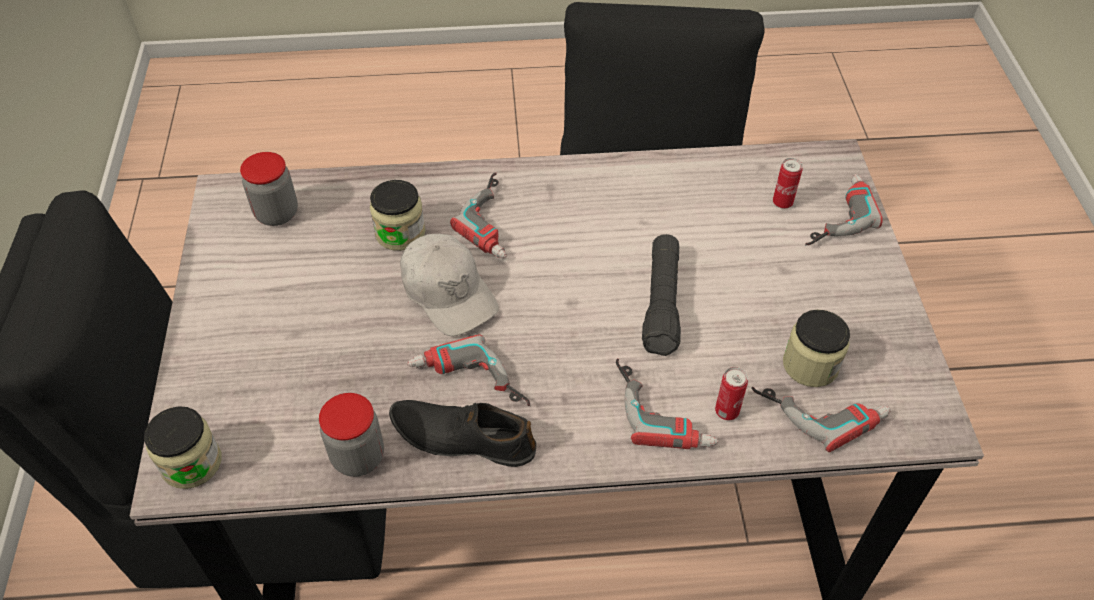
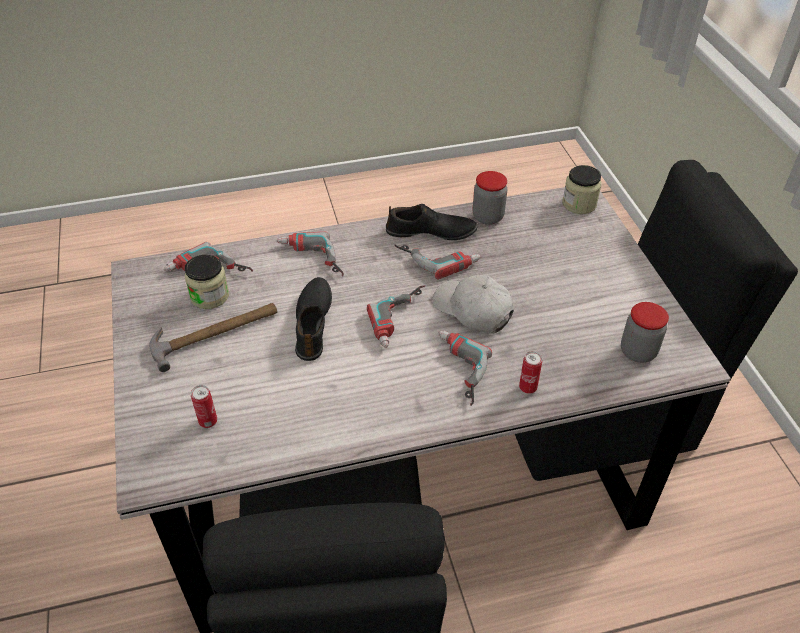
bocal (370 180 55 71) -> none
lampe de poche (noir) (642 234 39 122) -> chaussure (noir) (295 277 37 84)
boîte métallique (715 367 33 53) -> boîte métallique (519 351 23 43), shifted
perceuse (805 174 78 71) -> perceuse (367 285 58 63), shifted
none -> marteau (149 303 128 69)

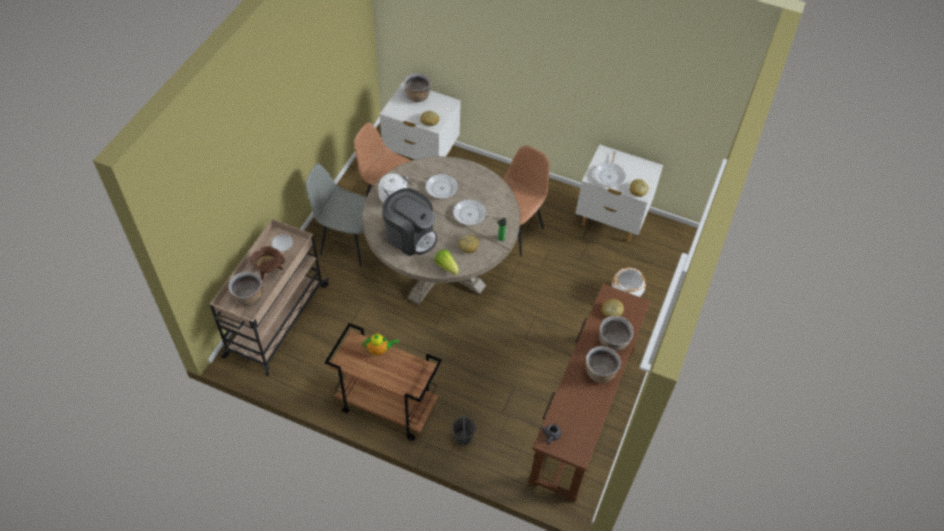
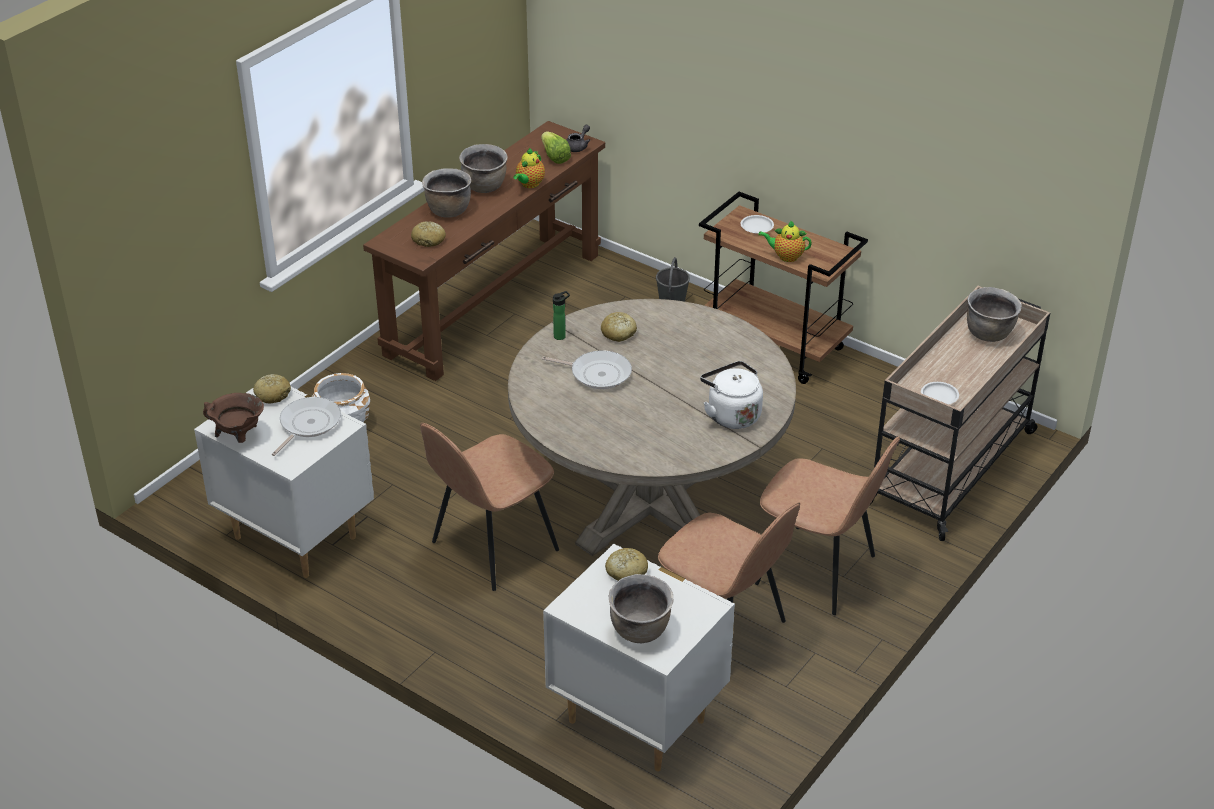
marmite (marron) (250 246 35 34) -> marmite (marron) (203 393 61 50), shifted
chaise (gris) (306 164 60 103) -> chaise (marron) (755 436 145 179)
machine à café (382 188 55 68) -> none
poêle (411 174 47 25) -> none
laitue (434 249 25 26) -> laitue (541 131 30 33), shifted
none -> théière (513 148 32 40)
none -> assiette (blanc) (741 215 33 19)

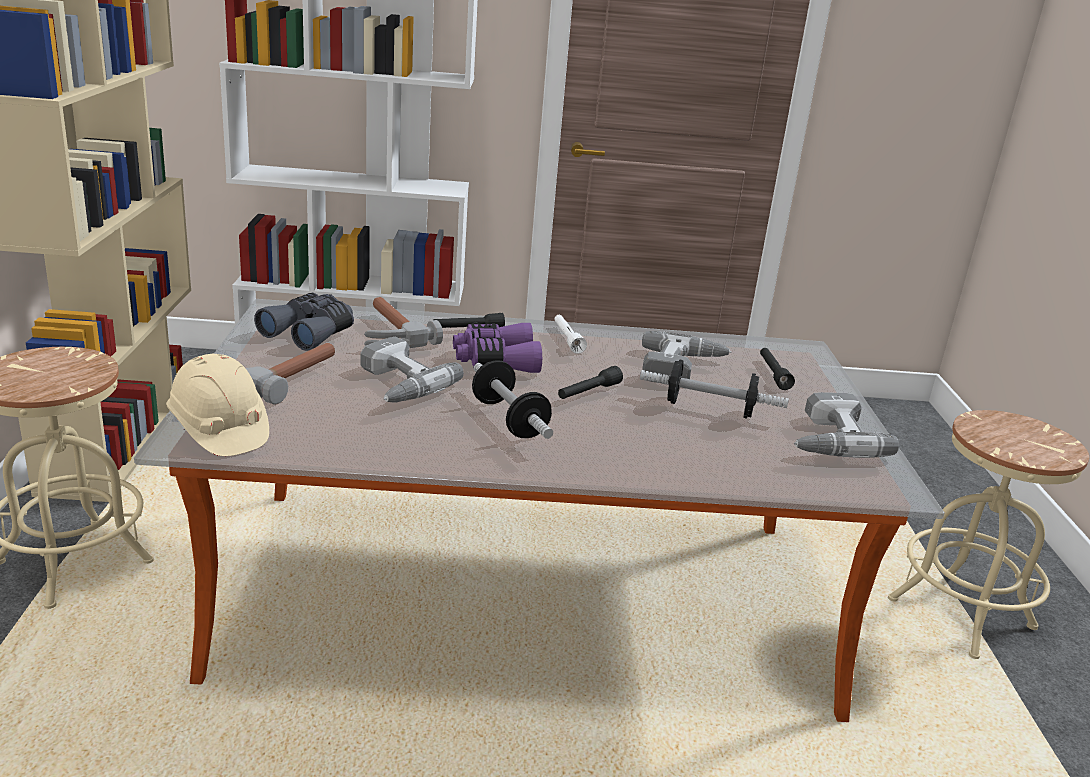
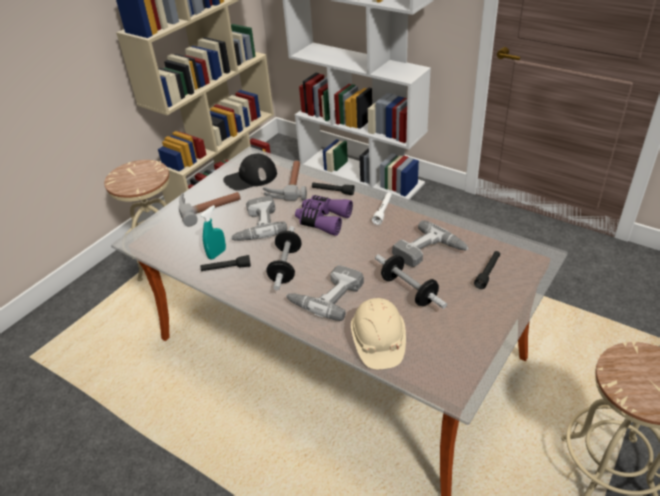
casque de chantier (beige) (166 354 103 102) -> casque de chantier (beige) (351 298 55 71), shifted
jumelles (gris) (254 293 100 58) -> casquette (noir) (223 153 54 38)
lampe de poche (noir) (558 366 65 33) -> lampe de poche (noir) (200 255 51 16), shifted
perceuse (794 392 105 66) -> perceuse (286 265 78 56), shifted
none -> vaporisateur (turquoise) (200 205 26 54)

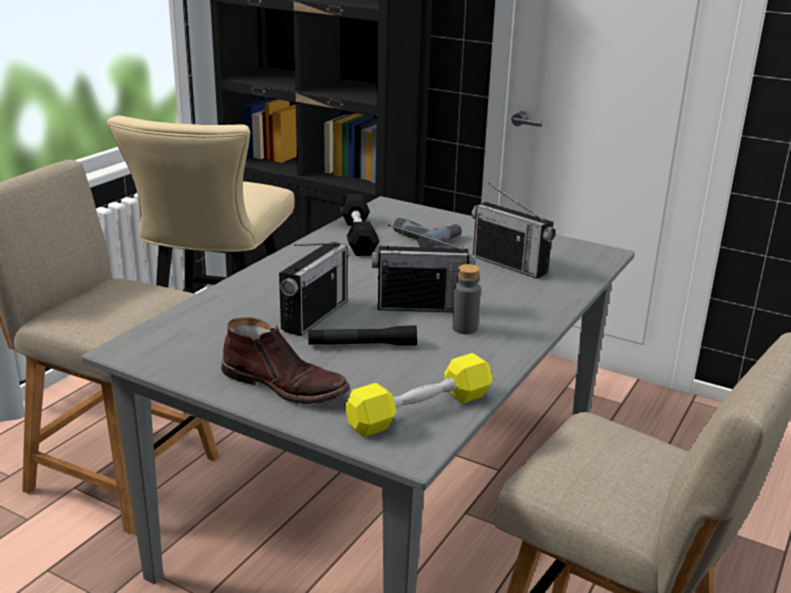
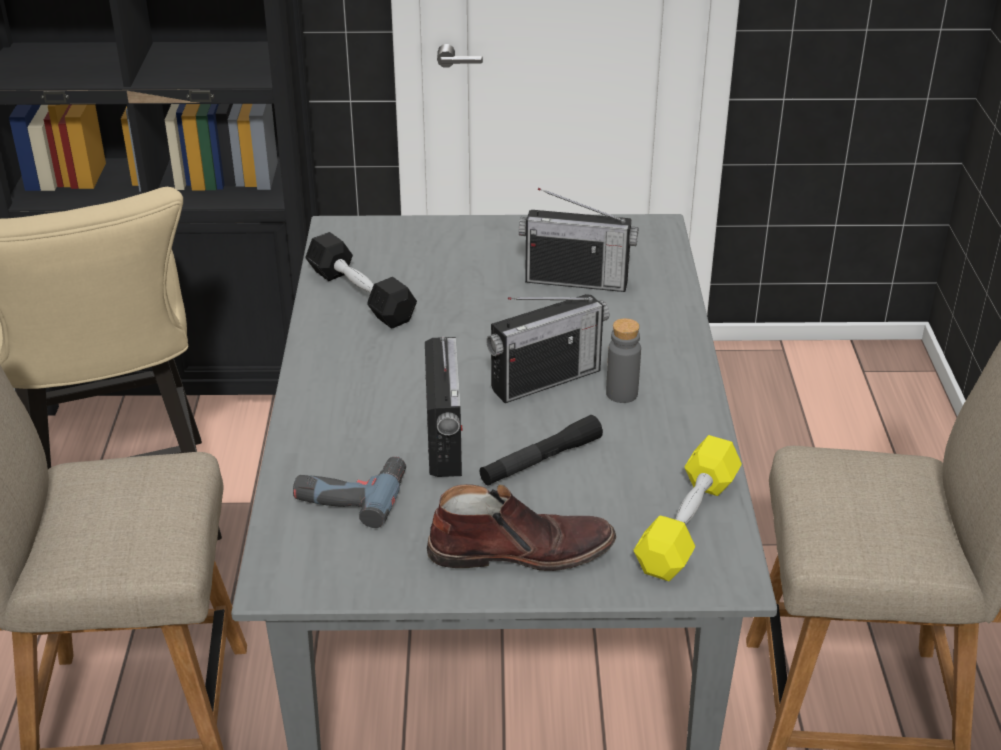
perceuse (393 218 69 30) -> perceuse (293 457 113 71), shifted

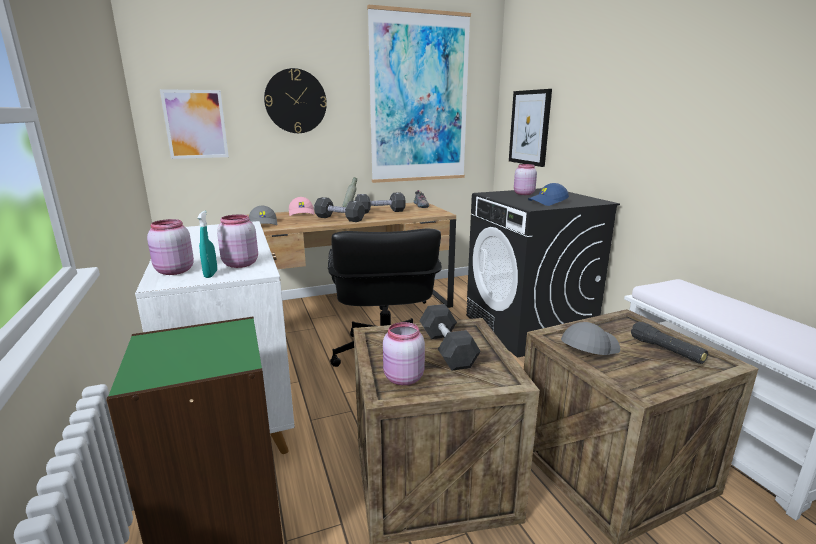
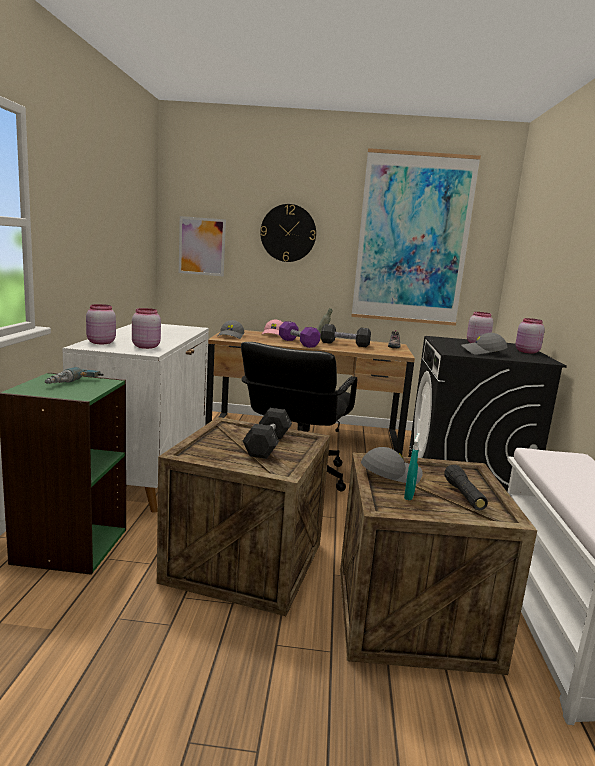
vaporisateur (turquoise) (198 211 19 67) -> vaporisateur (turquoise) (404 433 16 67), shifted
haltère (noir) (314 197 51 25) -> haltère (violet) (279 321 41 27)
bocal (rose) (383 322 42 63) -> bocal (rose) (516 318 29 36), shifted
tableau (509 89 43 78) -> none
casquette (bleu) (528 183 41 23) -> casquette (gris) (461 333 46 22)
none -> perceuse (45 367 59 17)

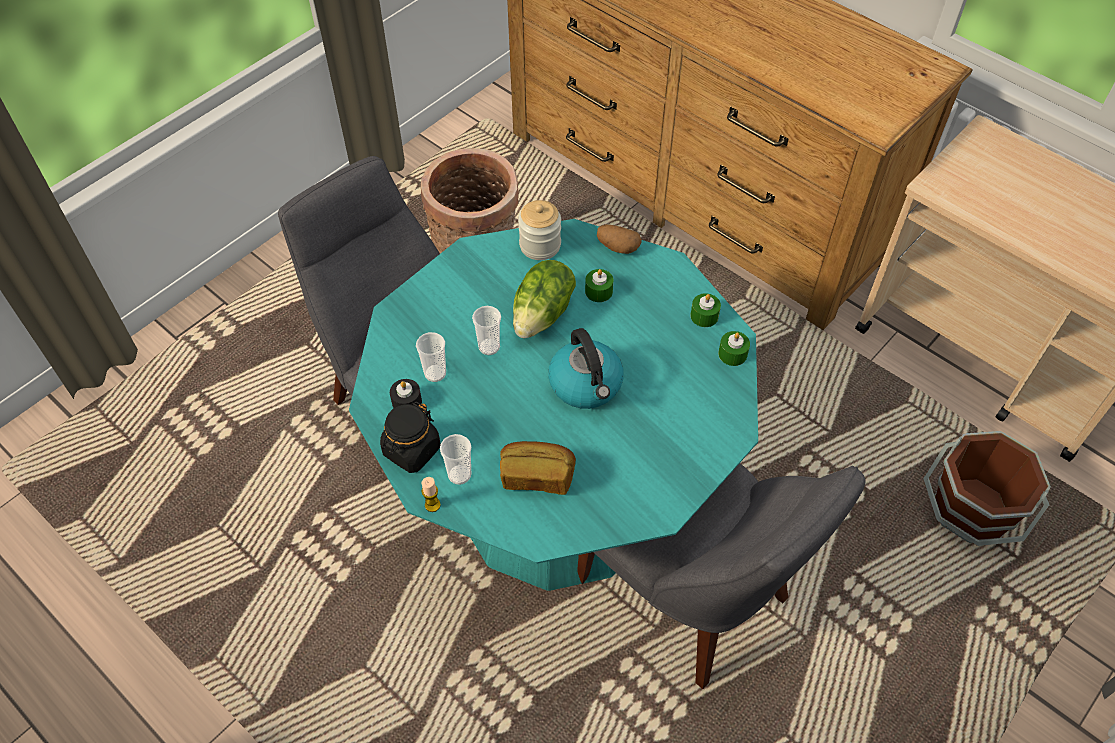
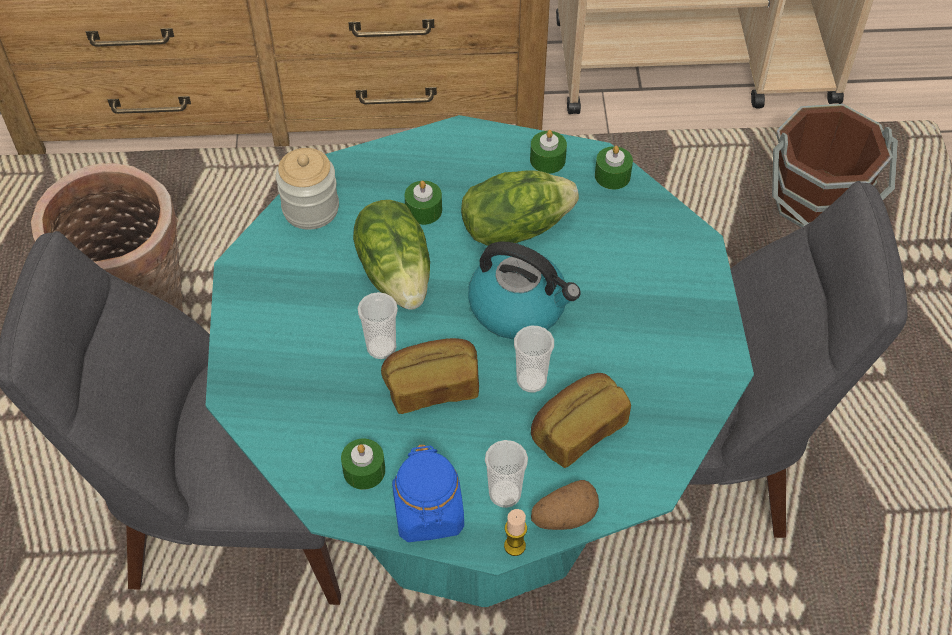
bocal (noir) (380 402 61 71) -> bocal (bleu) (392 445 72 97)
bougie (noir) (390 379 32 29) -> bougie (vert) (341 439 44 51)
tasse (416 332 30 50) -> tasse (514 326 40 66), shifted
pomme de terre (597 224 45 30) -> pomme de terre (531 480 68 50), shifted
none -> pain (381 338 98 76)
none -> laitue (461 170 118 76)

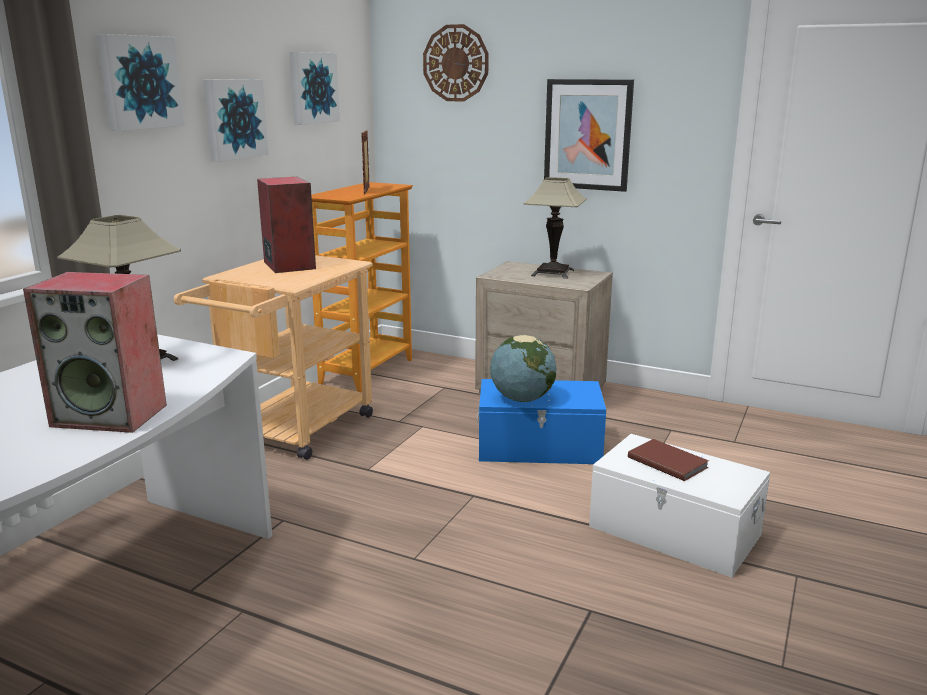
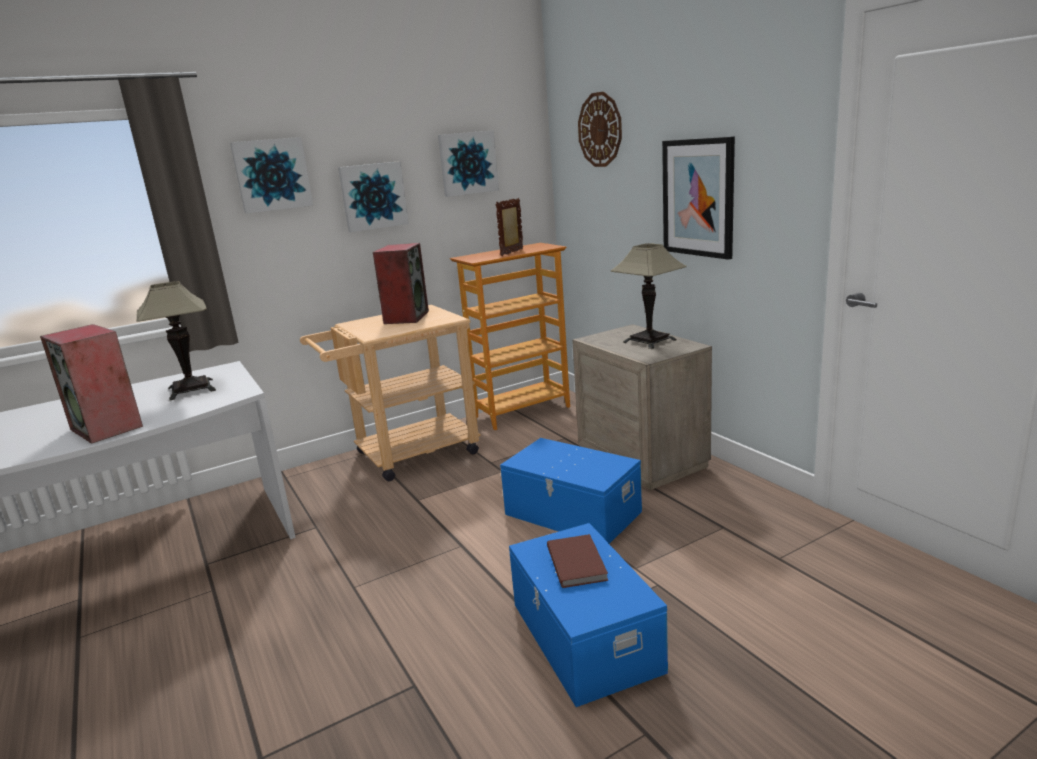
globe (490 335 67 67) -> none
boîte de rangement (blanc) (589 434 181 144) -> boîte de rangement (bleu) (509 523 159 184)

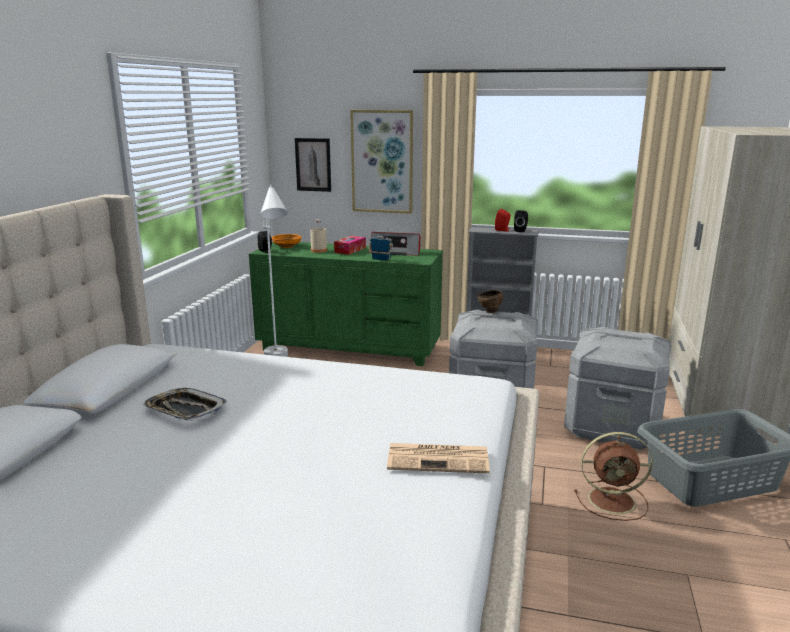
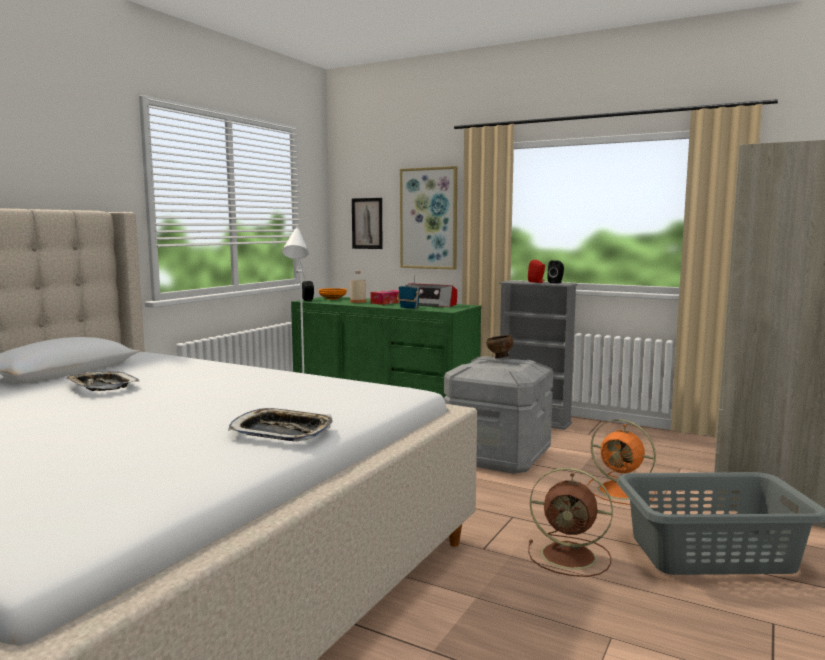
journal (387 443 103 31) -> plateau (228 408 105 33)
boîte de rangement (gris) (564 327 107 123) -> ventilateur (orange) (588 419 68 86)

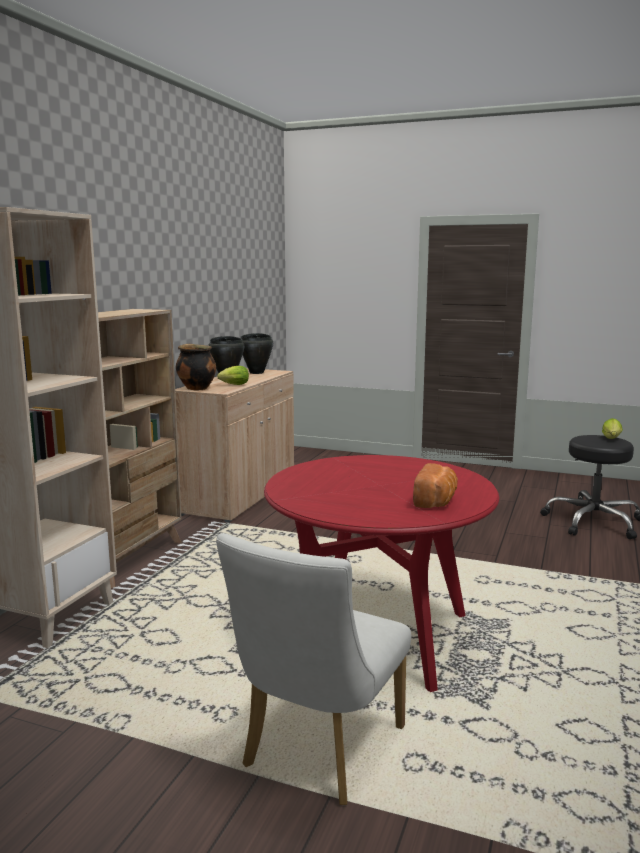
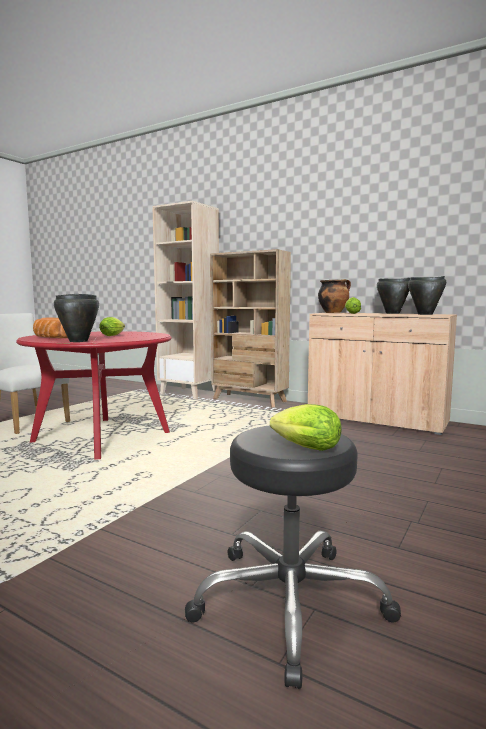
none -> marmite (noir) (54 294 45 48)
none -> laitue (99 317 26 19)

